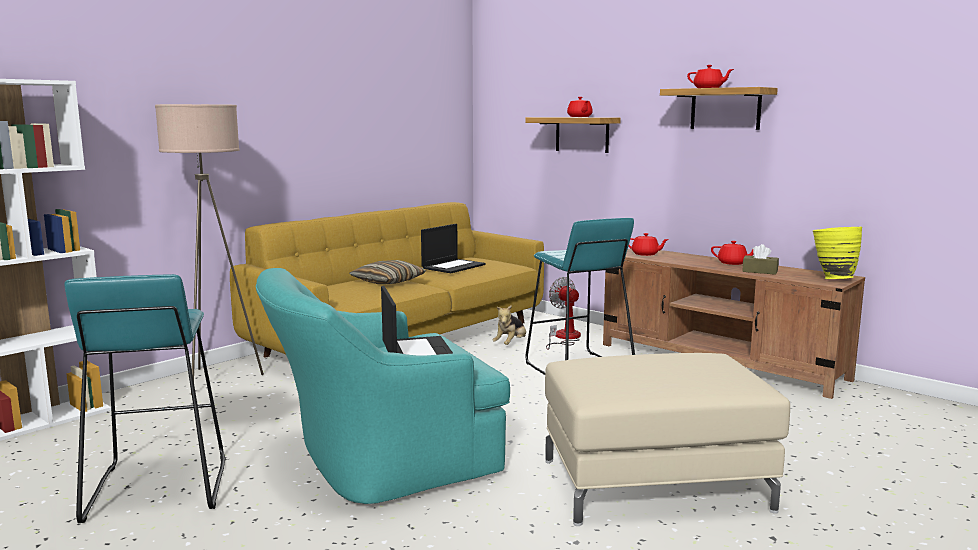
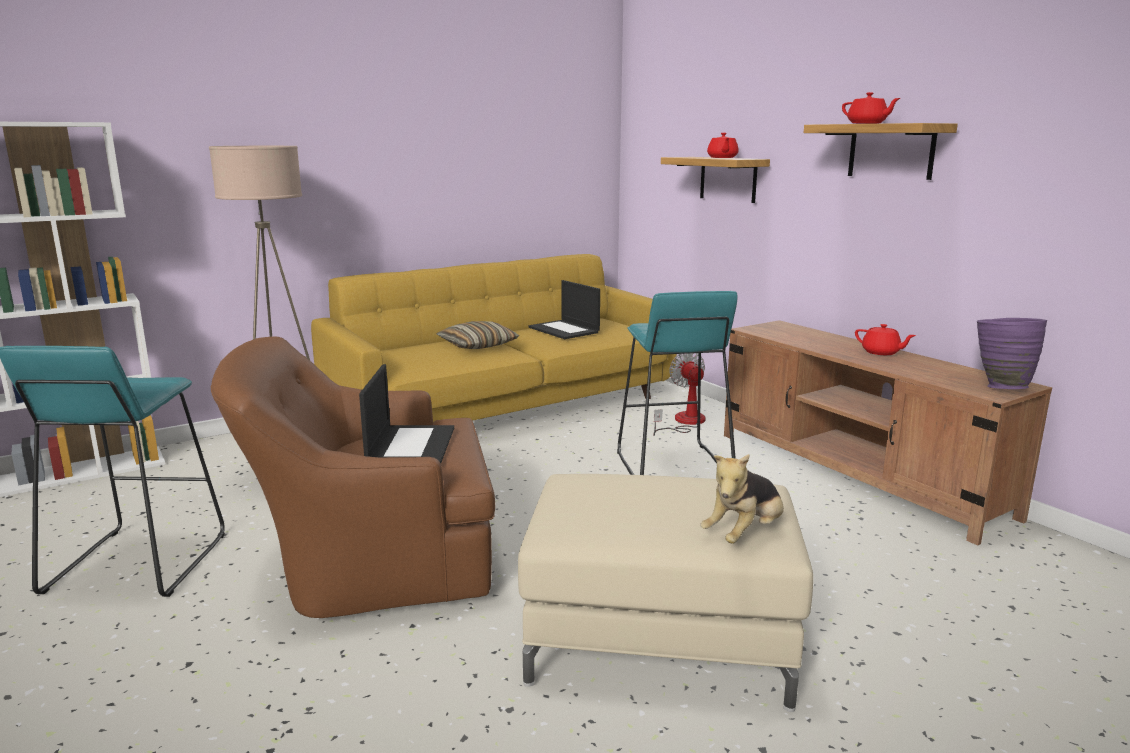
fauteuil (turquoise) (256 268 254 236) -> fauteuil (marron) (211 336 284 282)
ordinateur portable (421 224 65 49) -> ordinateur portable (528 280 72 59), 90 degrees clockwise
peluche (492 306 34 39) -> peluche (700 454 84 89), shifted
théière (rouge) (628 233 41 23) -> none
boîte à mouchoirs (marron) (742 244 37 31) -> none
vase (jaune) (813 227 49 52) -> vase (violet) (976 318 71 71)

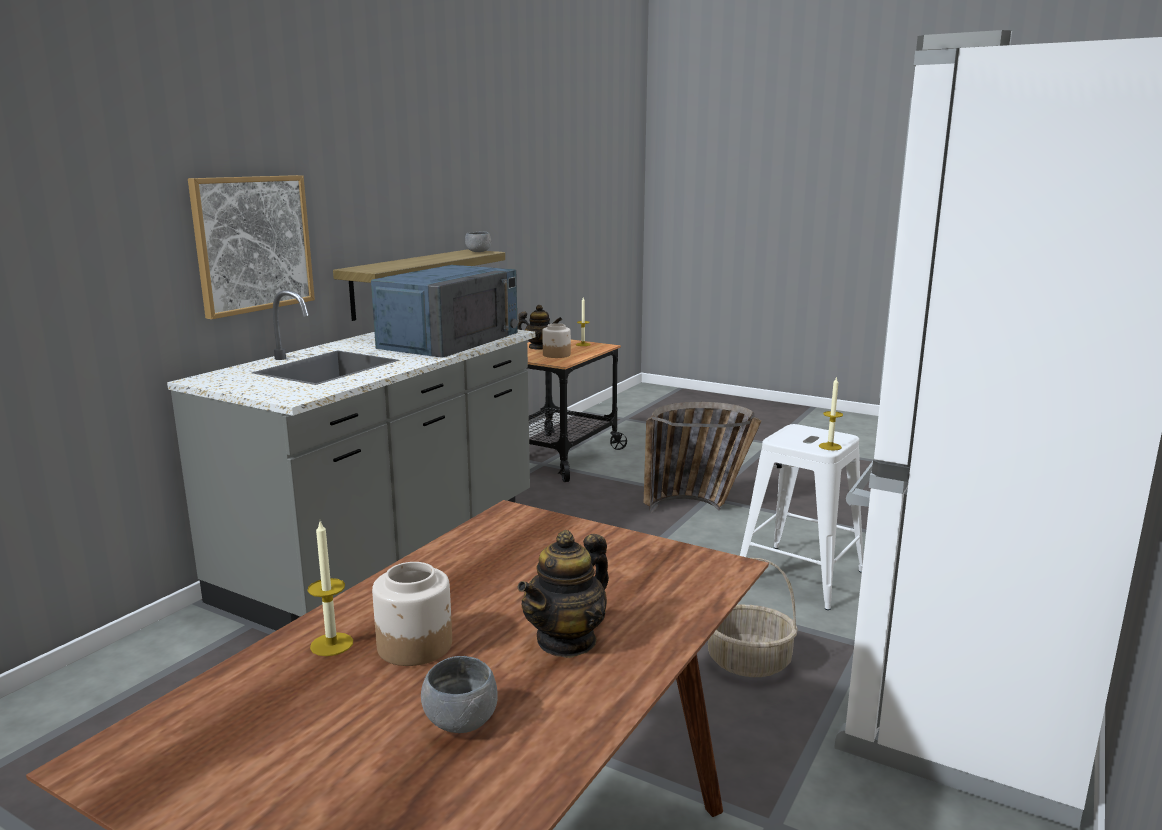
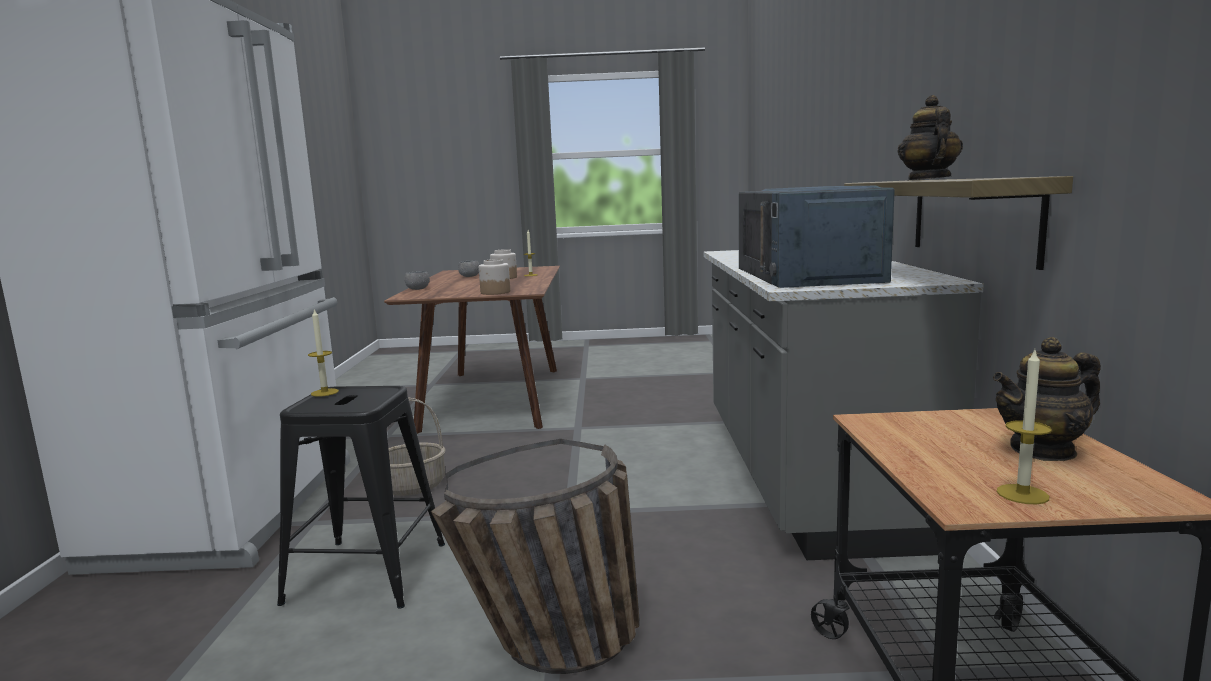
tableau (188 175 127 144) -> none
bol (gris) (465 231 26 21) -> bol (gris) (405 271 25 19), shifted
théière (517 530 92 128) -> théière (897 95 66 86), shifted
bocal (542 323 29 35) -> bocal (479 259 31 36), shifted
tabouret (blanc) (740 424 123 186) -> tabouret (noir) (277 386 168 223)

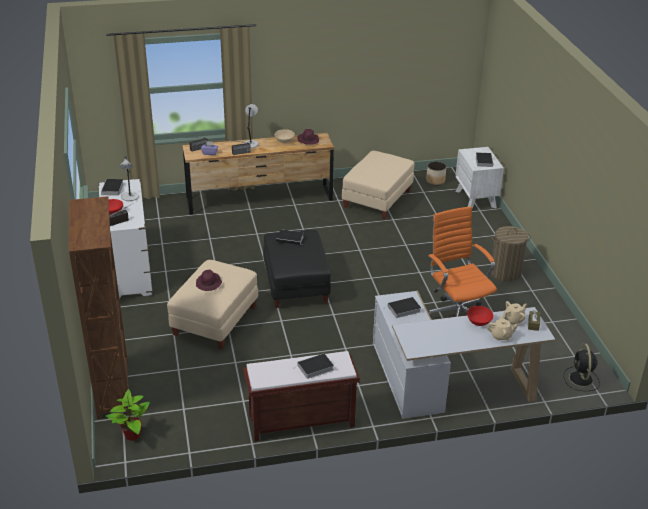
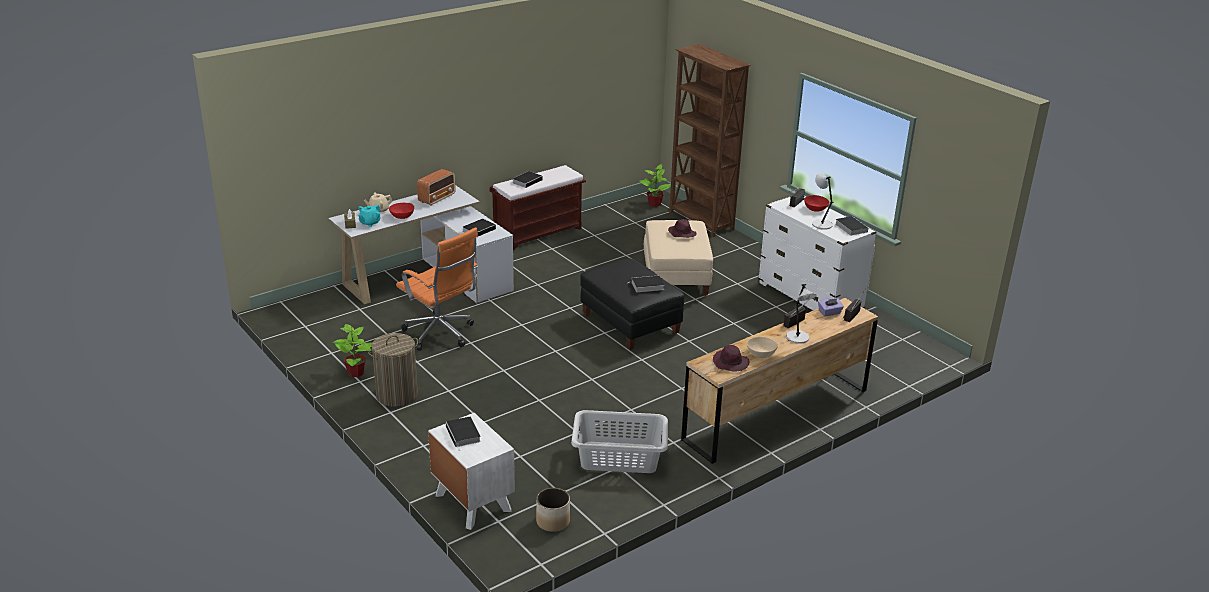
pouf (beige) (342 151 73 69) -> panier à linge (gris) (571 410 97 63)
théière (beige) (503 301 24 25) -> théière (turquoise) (358 205 23 22)
ventilateur (noir) (564 343 36 48) -> none
none -> plante en pot (332 324 41 53)
none -> radio (417 169 39 37)

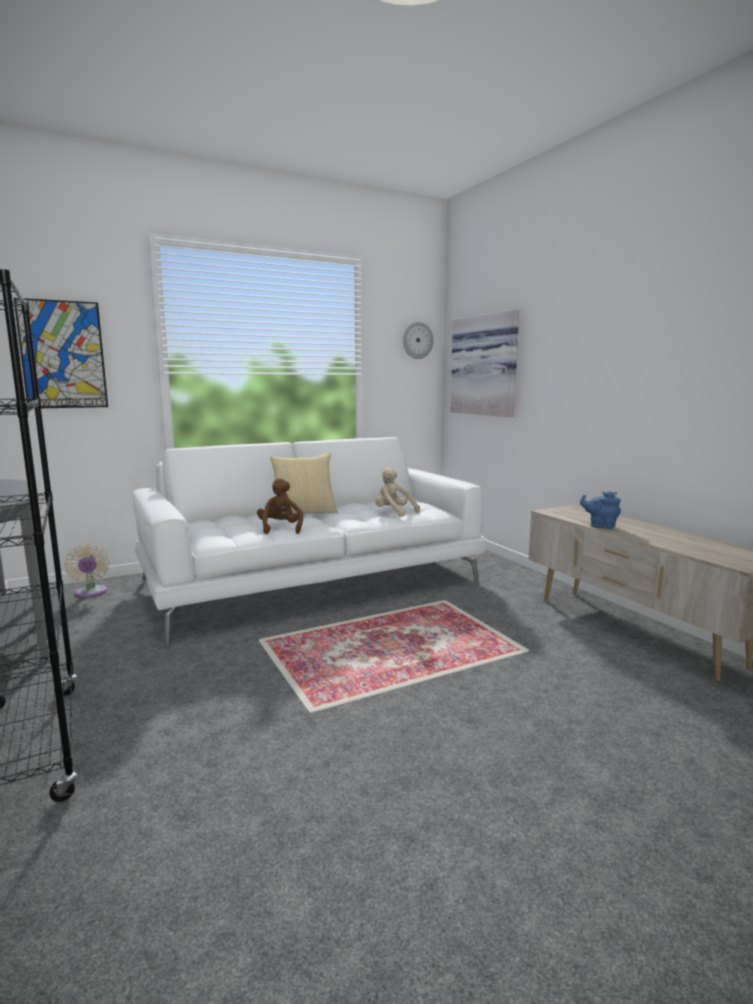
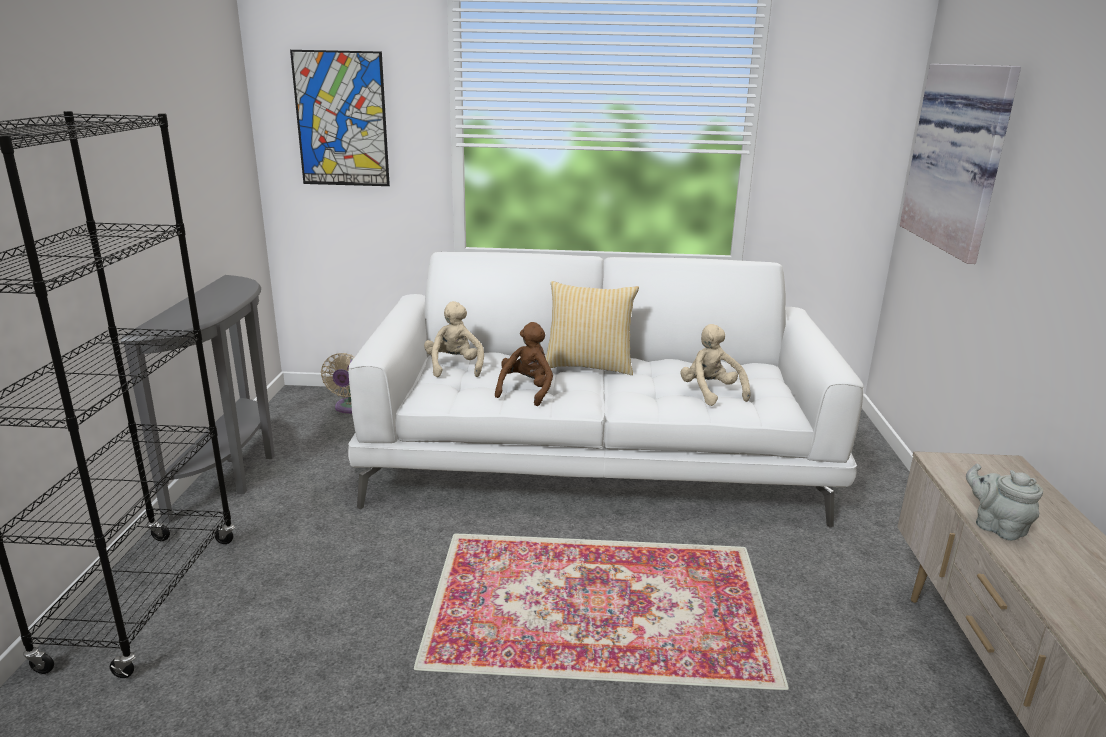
horloge murale (403 322 30 37) -> none
théière (bleu) (580 491 41 38) -> théière (gris) (966 464 77 77)
none -> peluche (beige) (424 301 60 76)

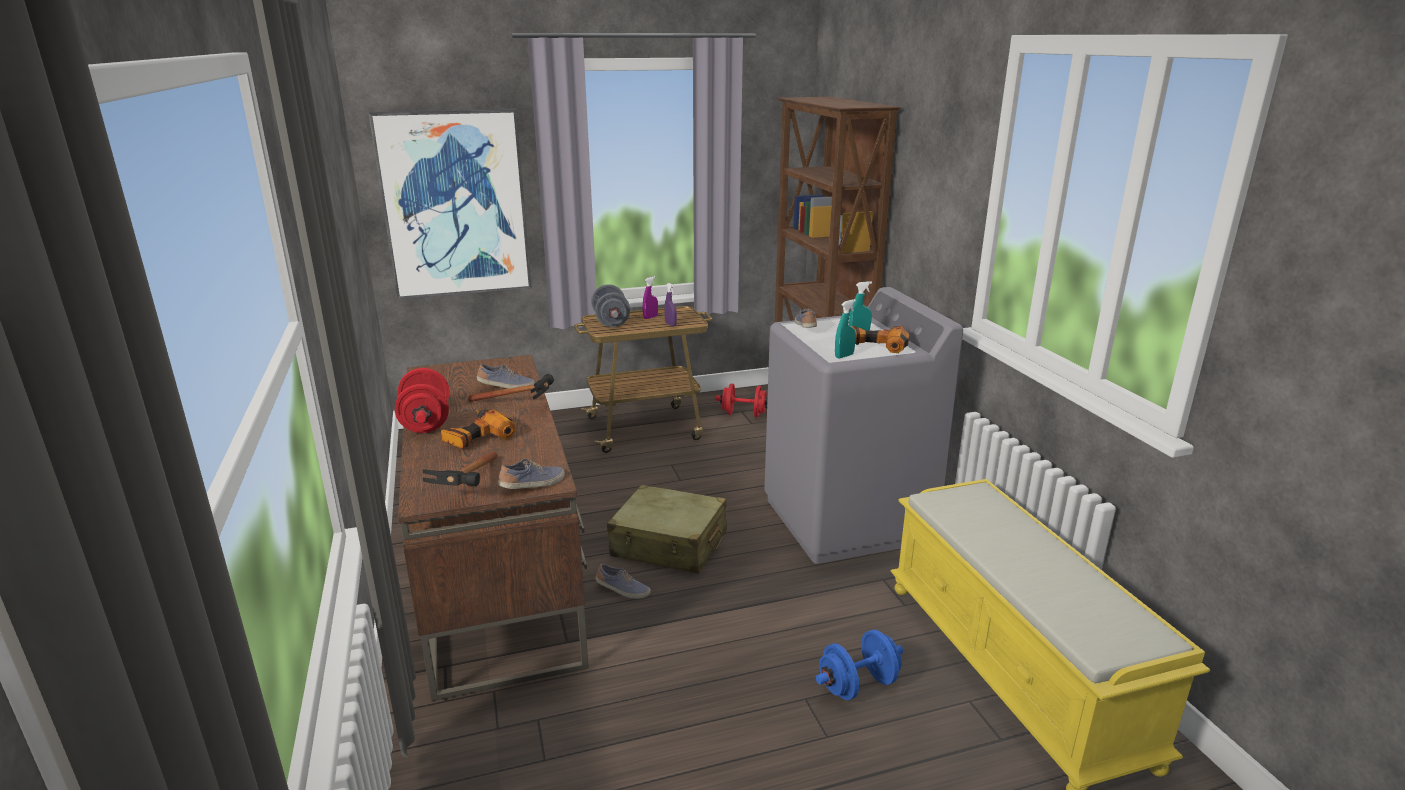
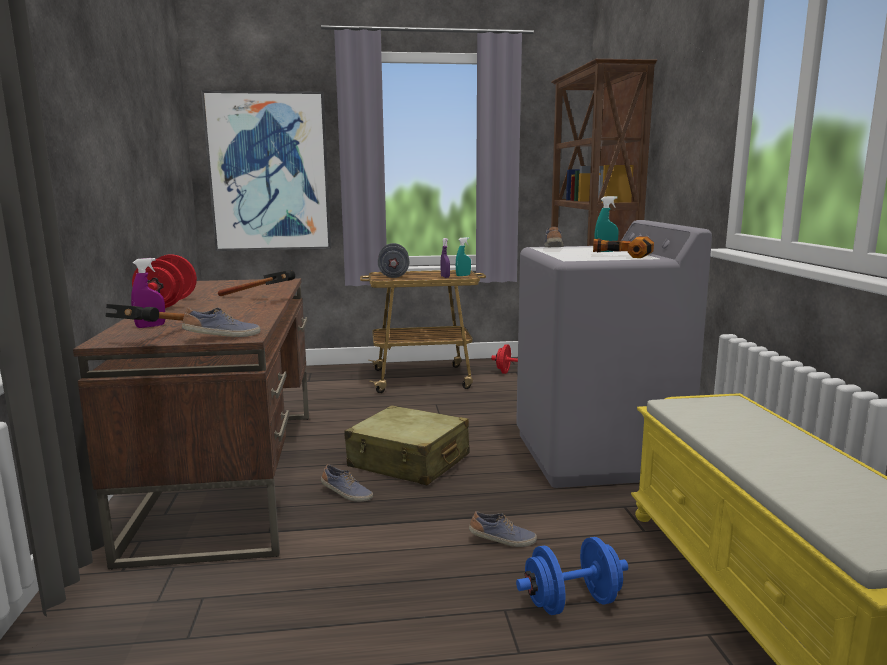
perceuse (441 407 75 42) -> none
chaussure (477 364 58 25) -> chaussure (469 511 68 36), shifted
vaporisateur (violet) (643 276 15 43) -> vaporisateur (violet) (131 258 34 70), shifted
vaporisateur (turquoise) (835 299 21 59) -> vaporisateur (turquoise) (456 237 15 39), shifted

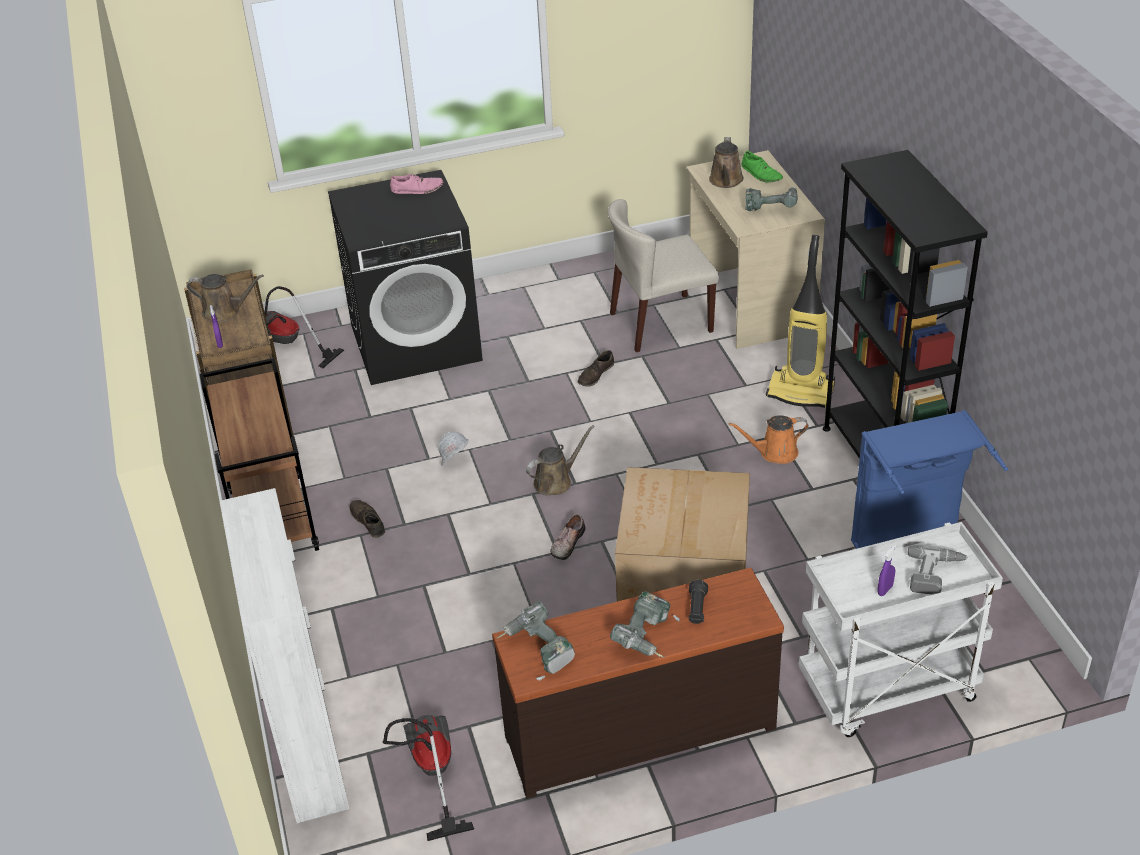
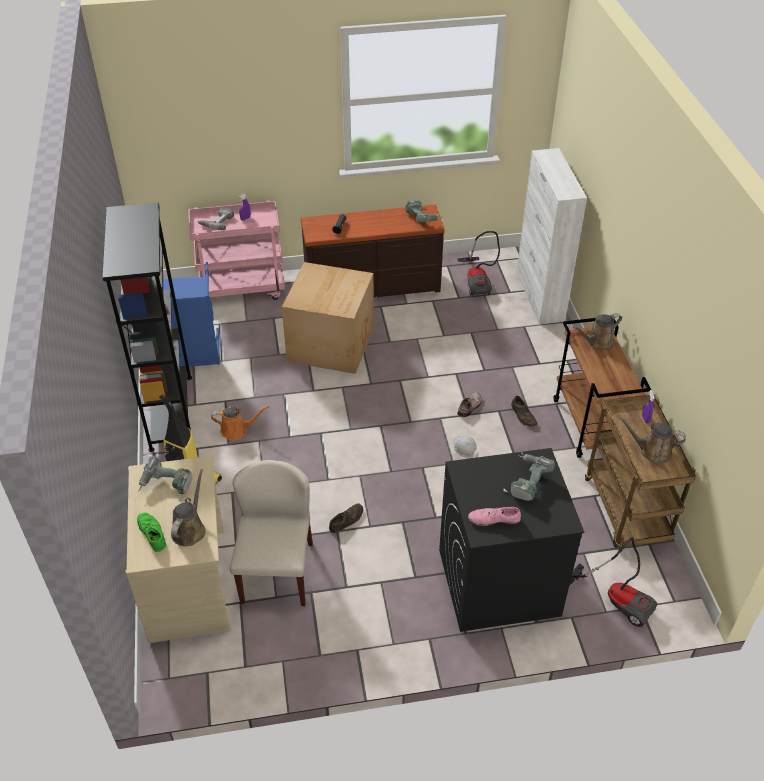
arrosoir (marron) (526 425 69 71) -> arrosoir (marron) (573 313 49 37), shifted
chaussure (550 514 36 46) -> chaussure (457 391 25 26), shifted
chaise (beige) (608 199 111 153) -> chaise (beige) (230 460 83 146), 75 degrees counterclockwise
perceuse (610 592 70 66) -> perceuse (503 454 52 47), shifted
chariot (blanc) (799 522 204 215) -> chariot (rose) (188 201 97 99)

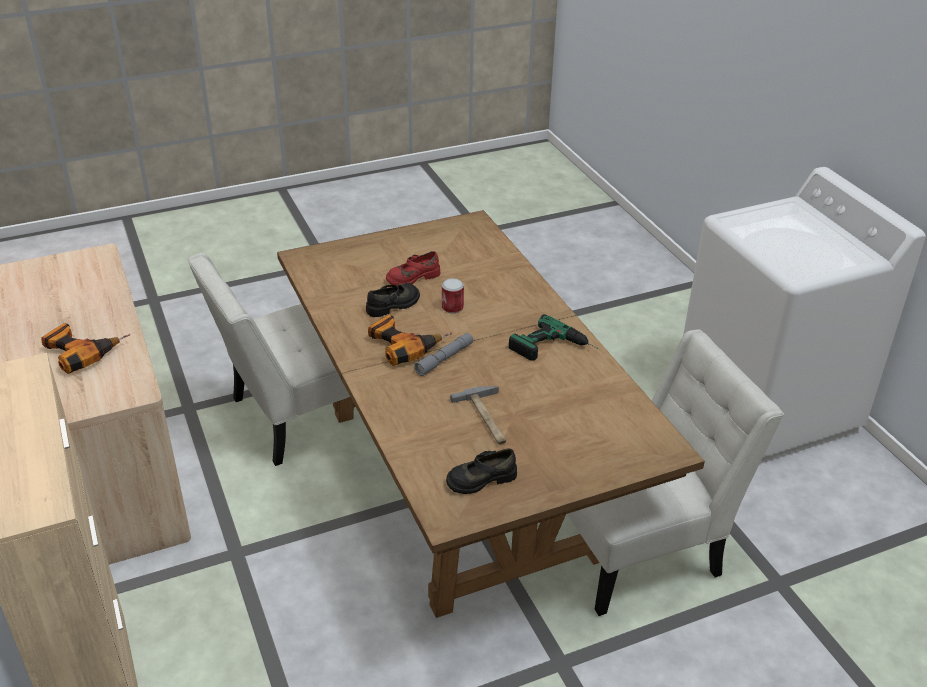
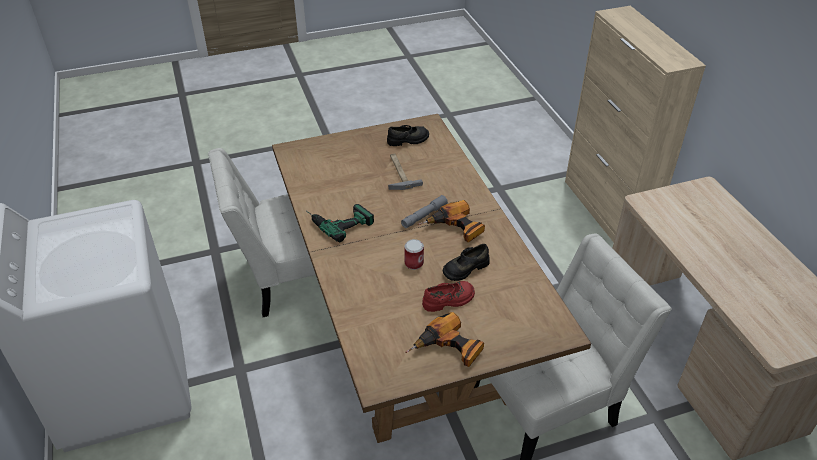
perceuse (41 323 90 51) -> perceuse (405 312 79 55), shifted

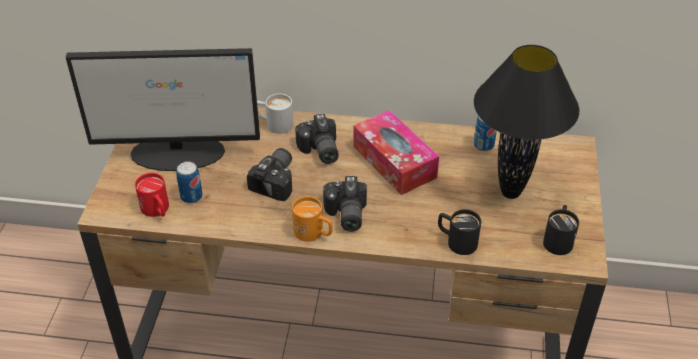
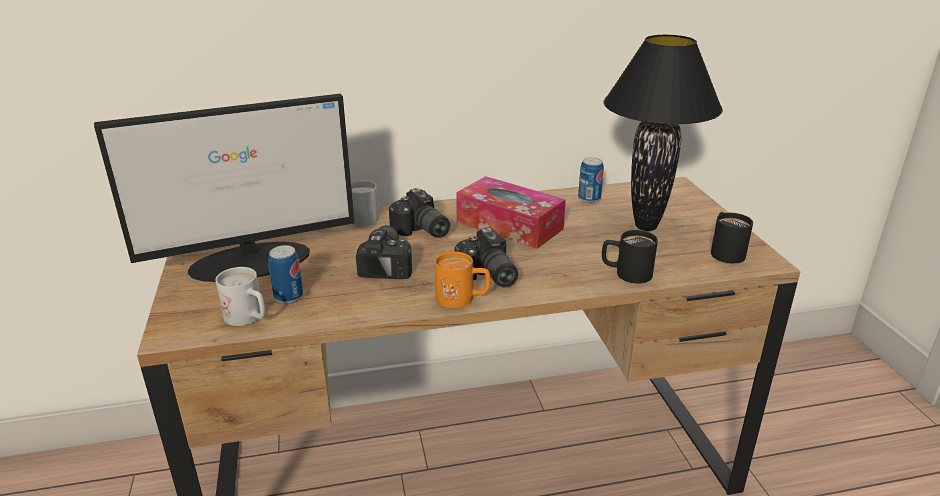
mug (rouge) (135 173 34 44) -> mug (blanc) (215 267 51 59)

